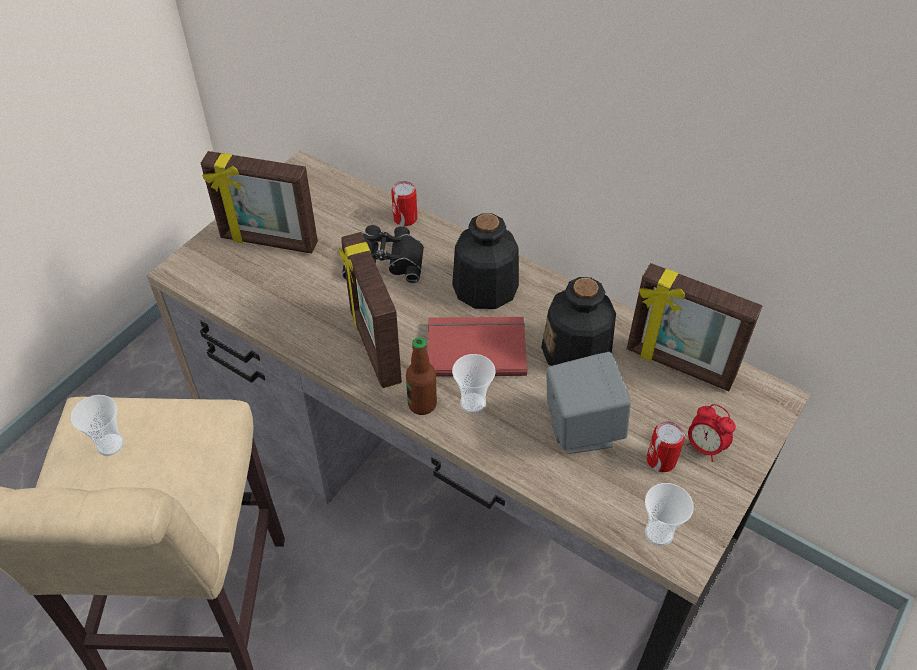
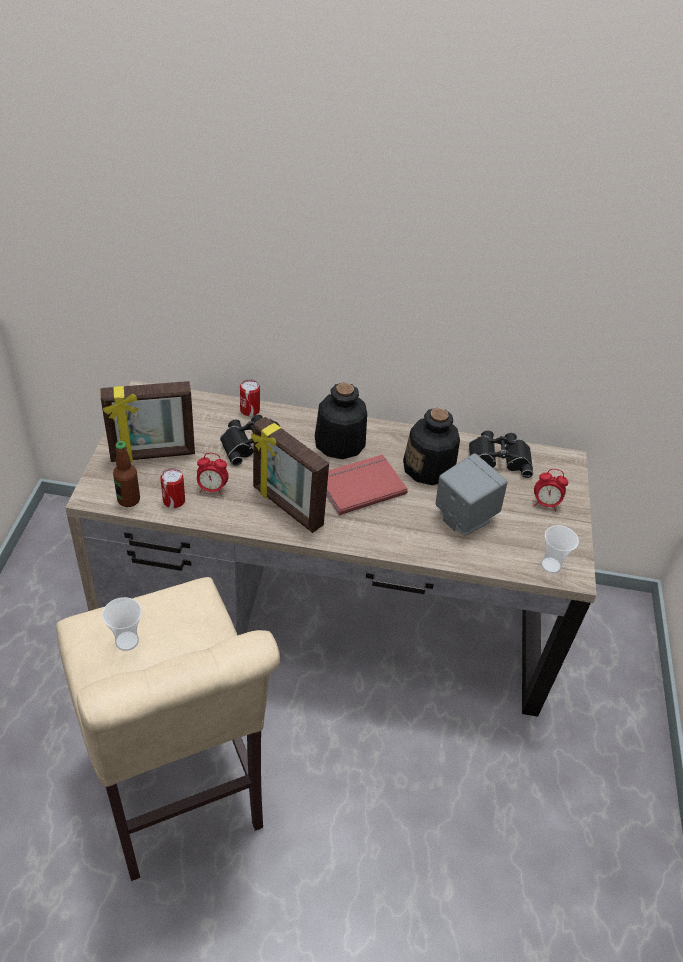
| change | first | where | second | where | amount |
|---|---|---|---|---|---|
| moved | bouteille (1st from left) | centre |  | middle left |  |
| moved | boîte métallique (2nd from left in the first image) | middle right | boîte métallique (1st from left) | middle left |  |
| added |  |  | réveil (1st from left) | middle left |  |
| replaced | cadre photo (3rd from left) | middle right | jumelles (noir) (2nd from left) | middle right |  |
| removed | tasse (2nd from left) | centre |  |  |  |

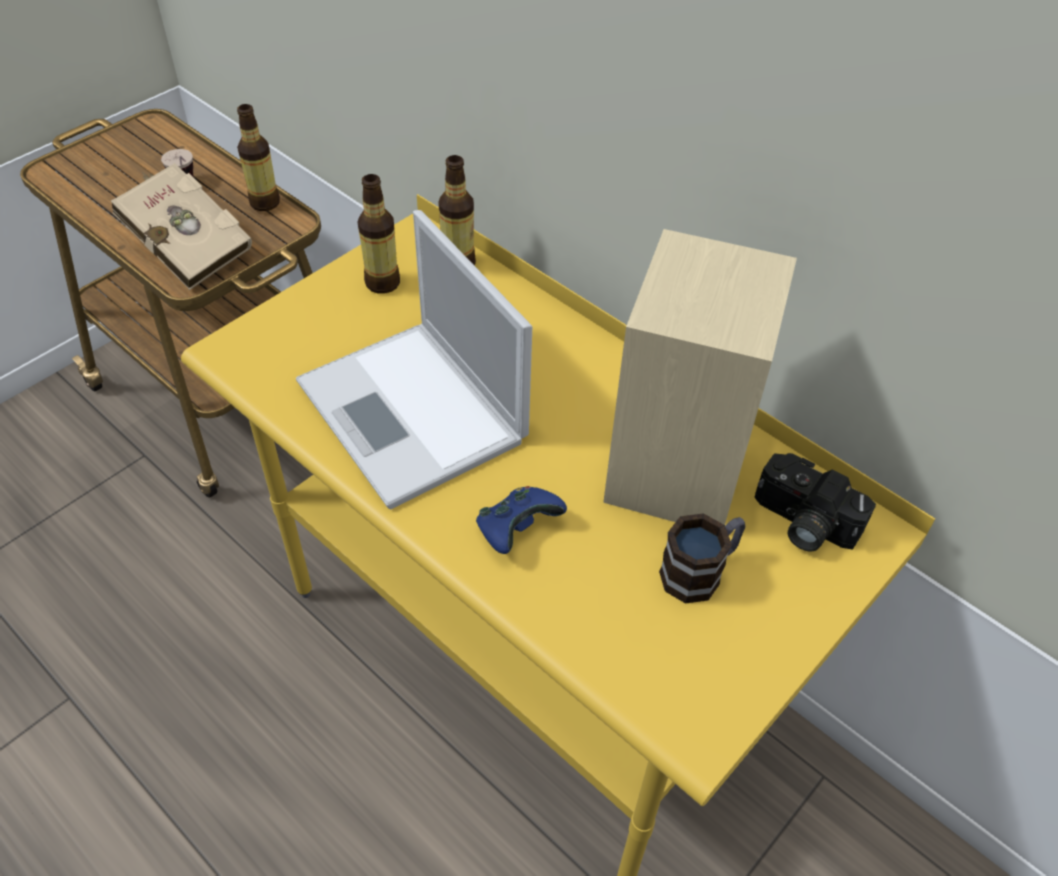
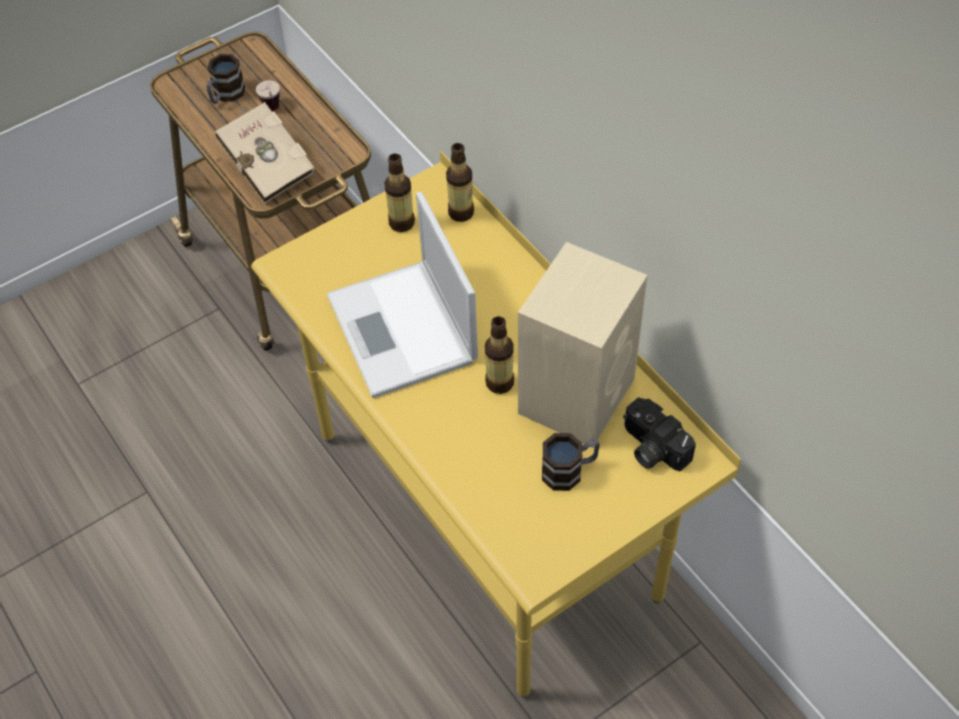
| change | first | where | second | where | amount |
|---|---|---|---|---|---|
| added |  |  | mug (1st from left) | top left |  |
| moved | bouteille (1st from left in the first image) | top left | bouteille (3rd from left) | centre |  |
| removed | manette (bleu) | centre |  |  |  |

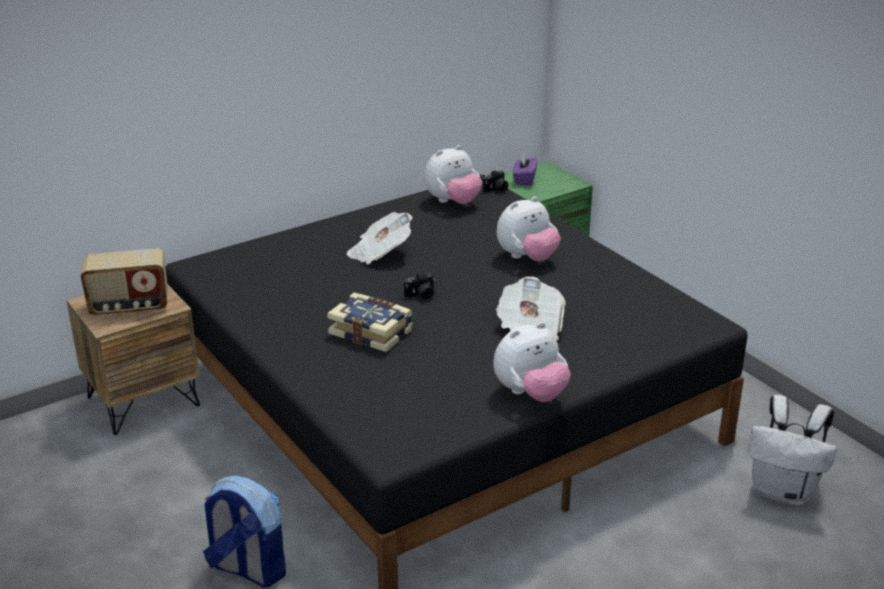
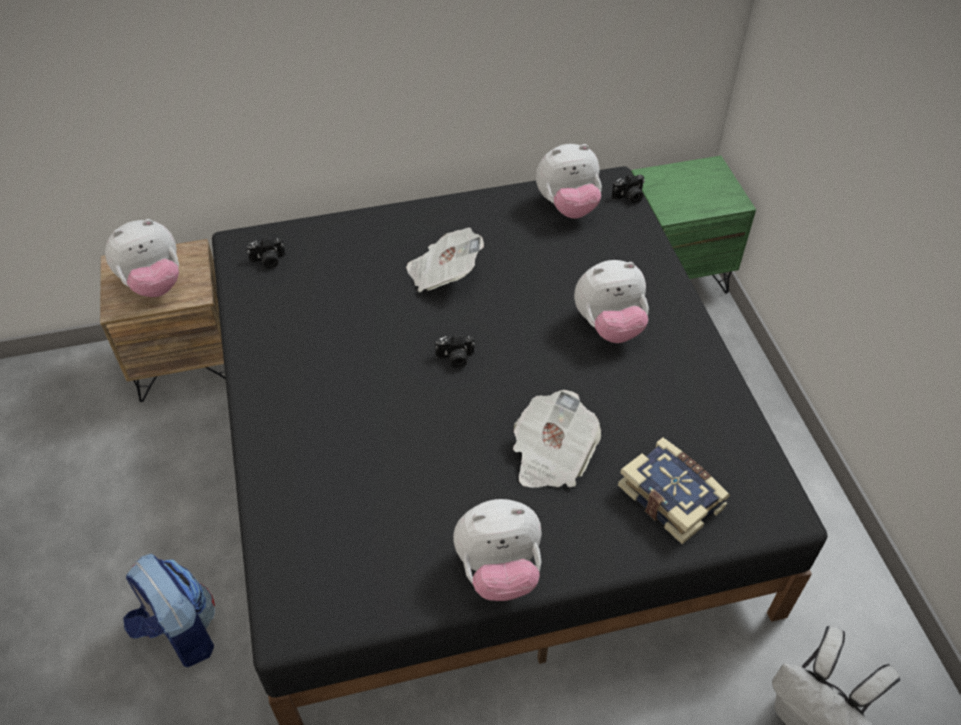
| change | first | where | second | where | amount |
|---|---|---|---|---|---|
| replaced | radio | middle left | peluche (1st from left) | middle left |  |
| added |  |  | appareil photo (1st from left) | middle left |  |
| moved | livre | centre |  | bottom right |  |
| removed | boîte à mouchoirs (violet) | top centre |  |  |  |

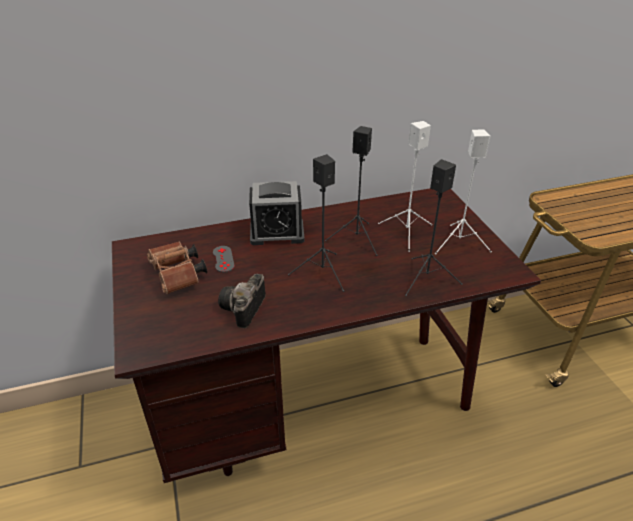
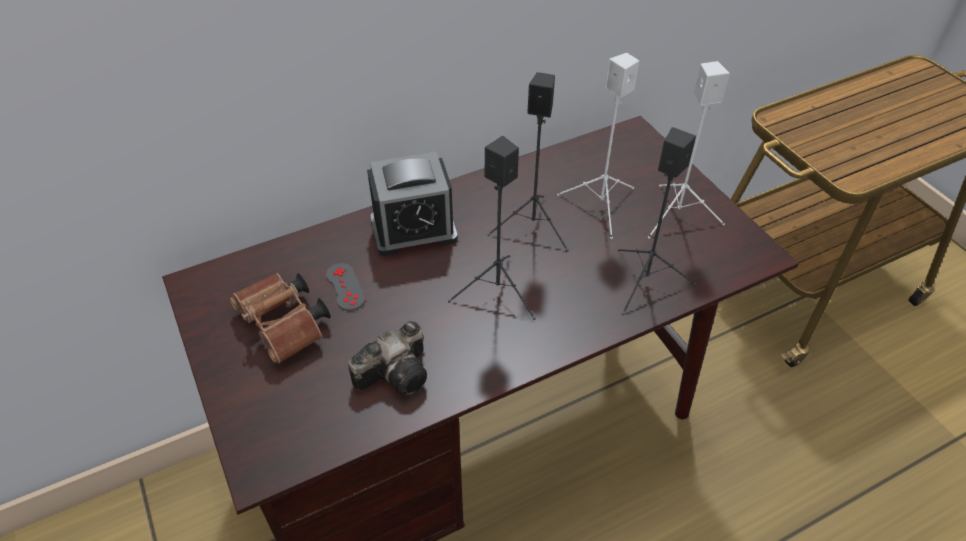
| change | first | where | second | where | amount |
|---|---|---|---|---|---|
| turned | appareil photo | centre |  | centre | 135 degrees counterclockwise |

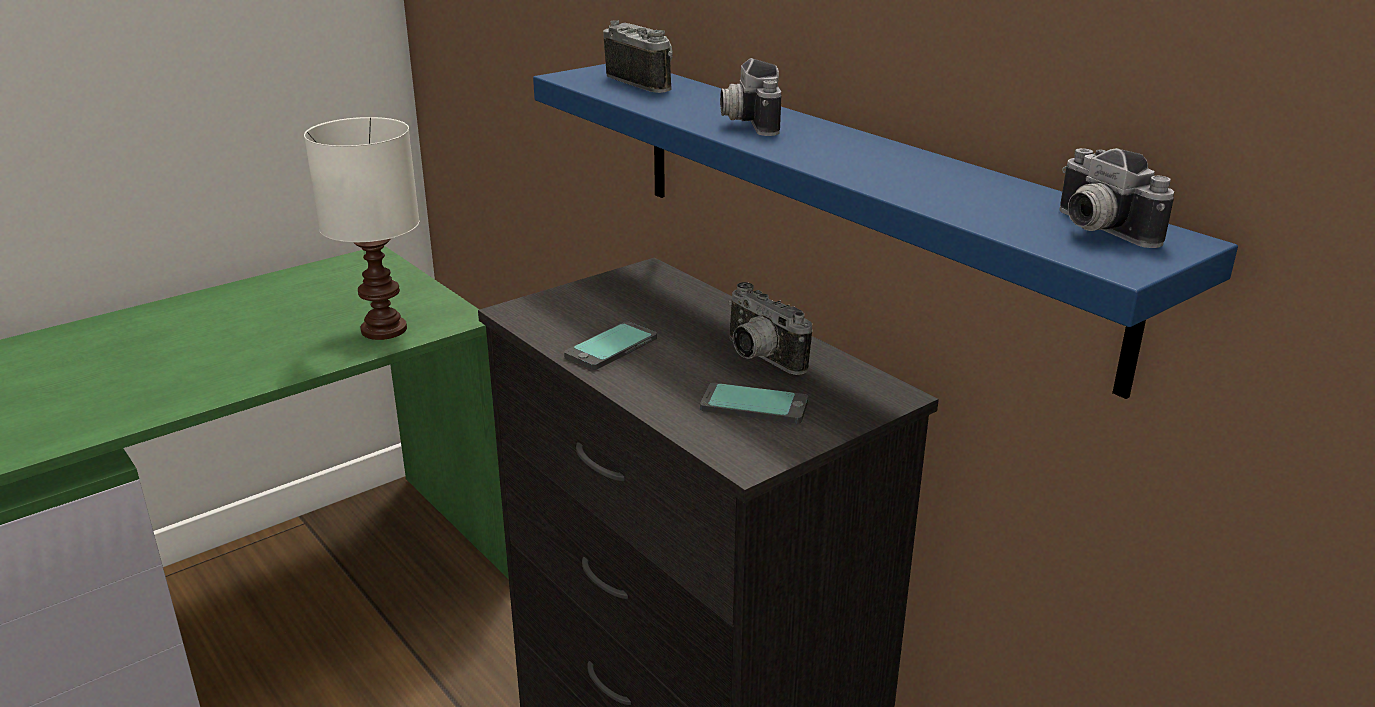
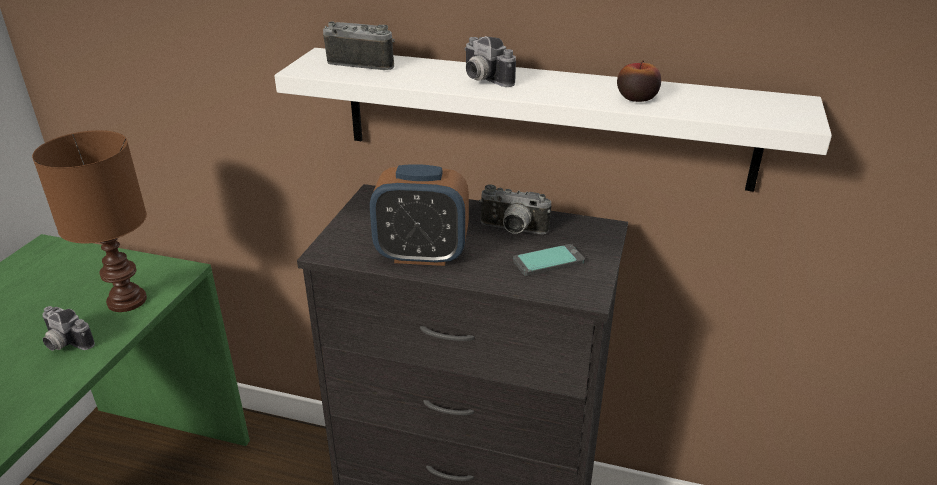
| change | first | where | second | where | amount |
|---|---|---|---|---|---|
| recoloured | lampe de table (blanc) | top left | lampe de table (marron) | middle left |  |
| moved | appareil photo (4th from left in the first image) | top right | appareil photo (1st from left) | bottom left |  |
| recoloured | étagère (bleu) | top centre | étagère (blanc) | top centre |  |
| replaced | téléphone (1st from left) | centre | réveil | centre |  |
| added |  |  | pomme | top right |  |

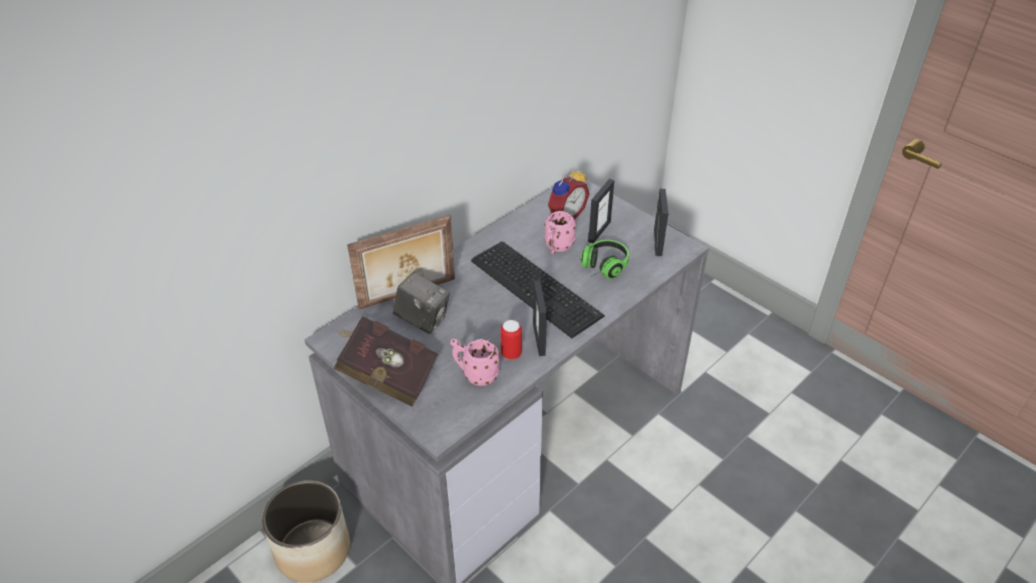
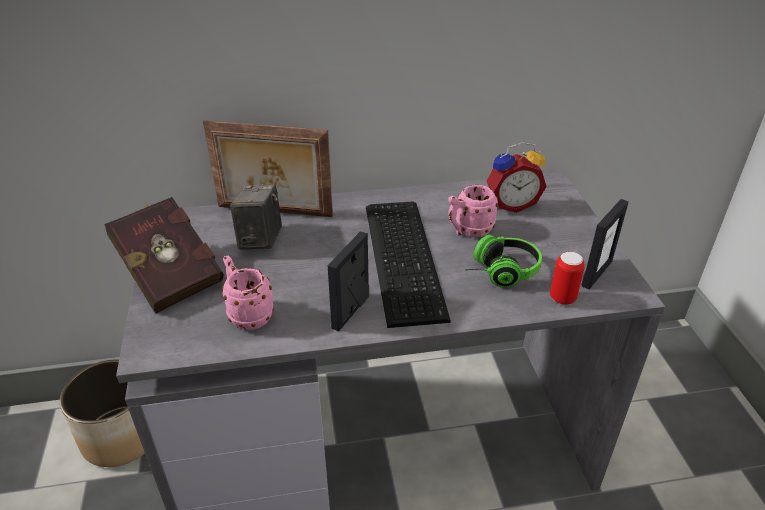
| change | first | where | second | where | amount |
|---|---|---|---|---|---|
| turned | appareil photo | centre |  | centre | 150 degrees counterclockwise |
| moved | boîte métallique | centre |  | middle right |  |
| removed | cadre photo (3rd from left) | centre |  |  |  |

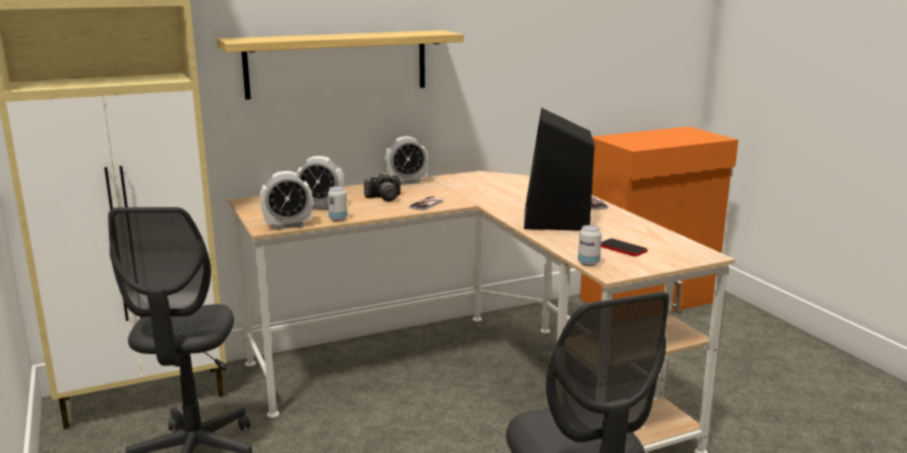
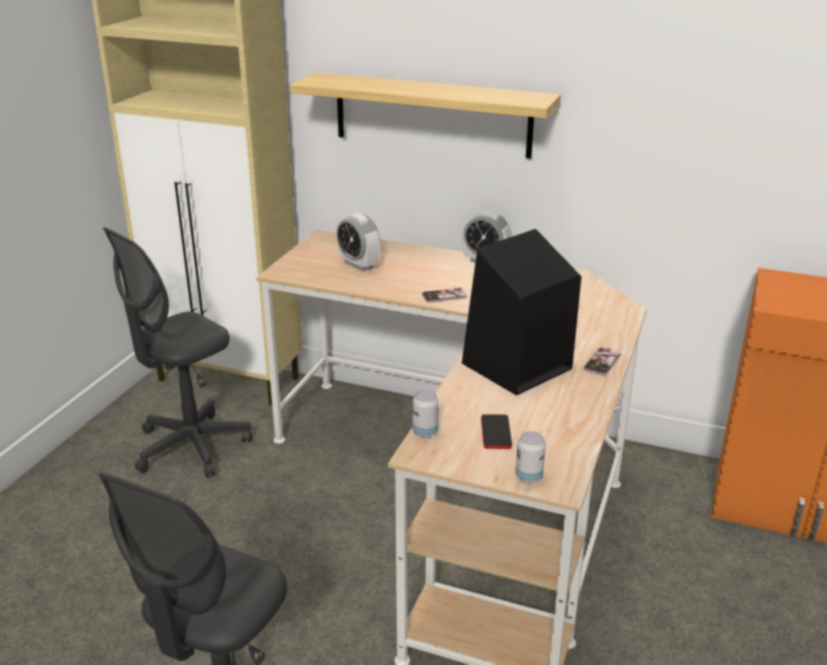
| change | first | where | second | where | amount |
|---|---|---|---|---|---|
| moved | boîte métallique (1st from left in the first image) | centre | boîte métallique (2nd from left) | bottom centre |  |
| removed | réveil (1st from left) | middle left |  |  |  |
| removed | appareil photo | centre |  |  |  |

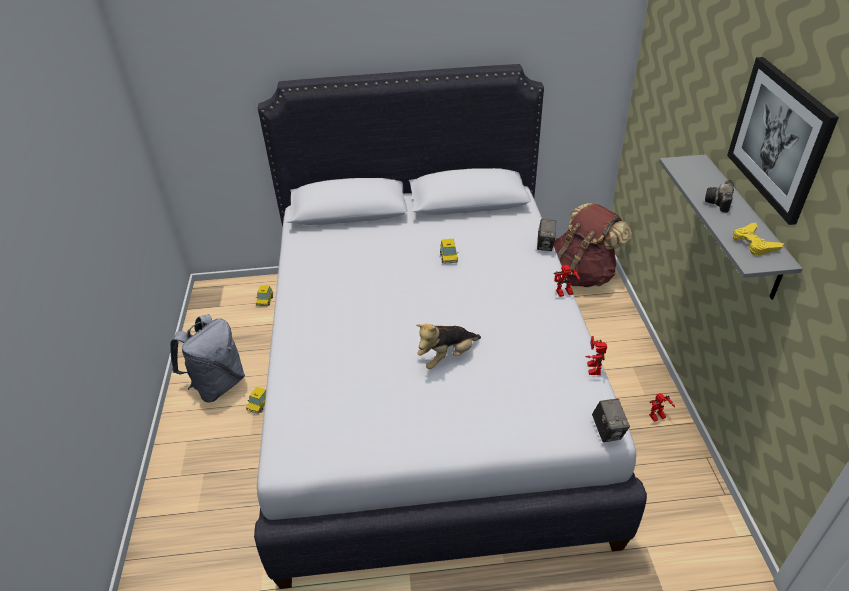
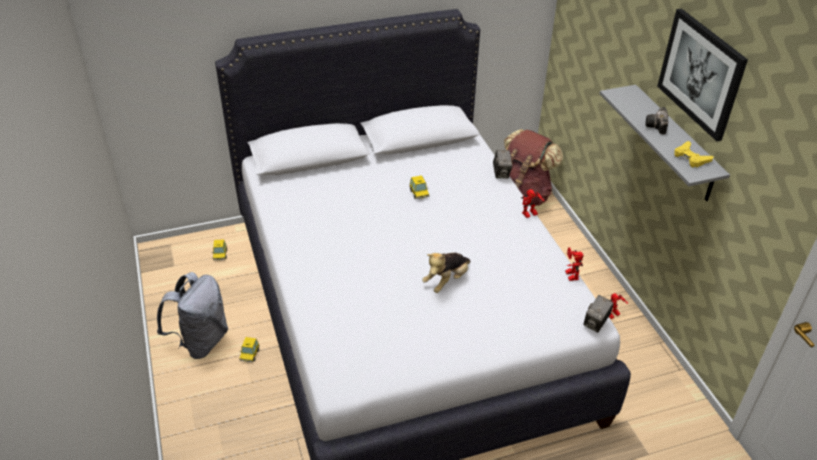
| change | first | where | second | where | amount |
|---|---|---|---|---|---|
| turned | appareil photo (2nd from left) | bottom right |  | bottom right | 60 degrees clockwise |

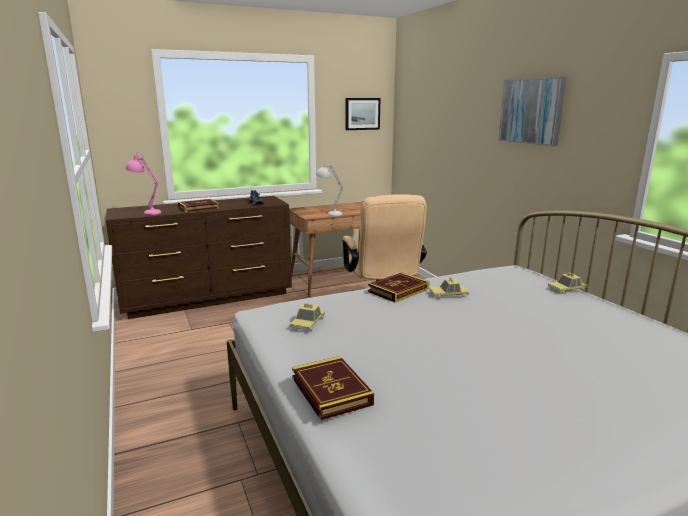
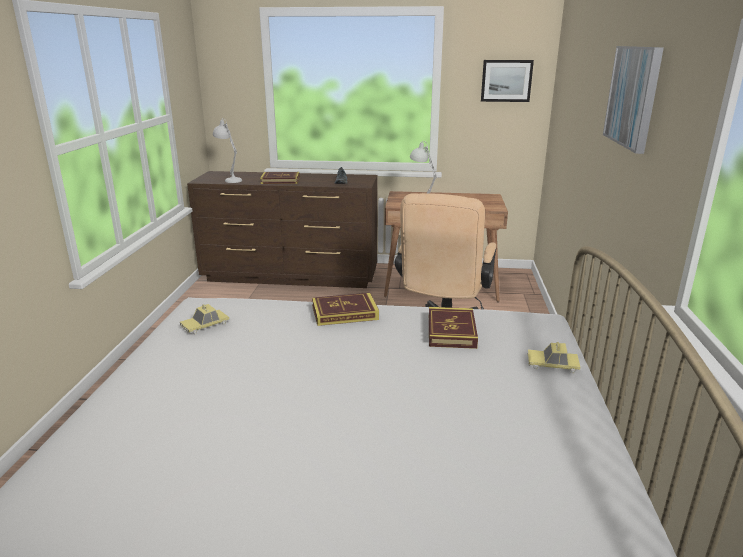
| change | first | where | second | where | amount |
|---|---|---|---|---|---|
| recoloured | lampe de table (rose) | middle left | lampe de table (blanc) (1st from left) | top left |  |
| moved | livre (2nd from left in the first image) | bottom centre | livre (3rd from left) | centre |  |
| removed | petite voiture (2nd from left) | centre |  |  |  |

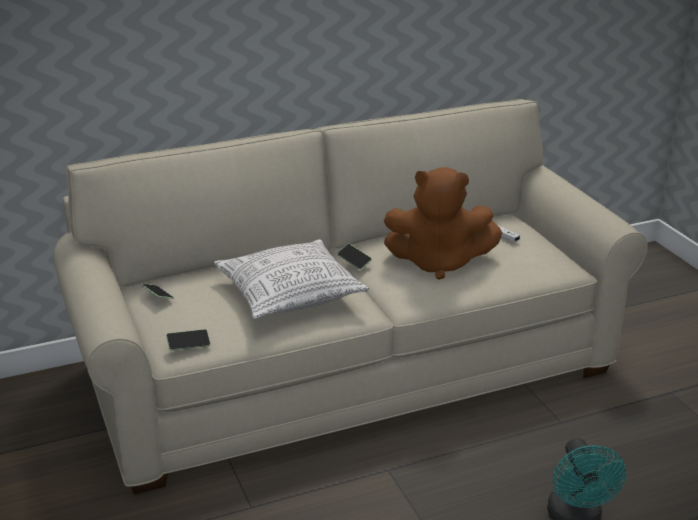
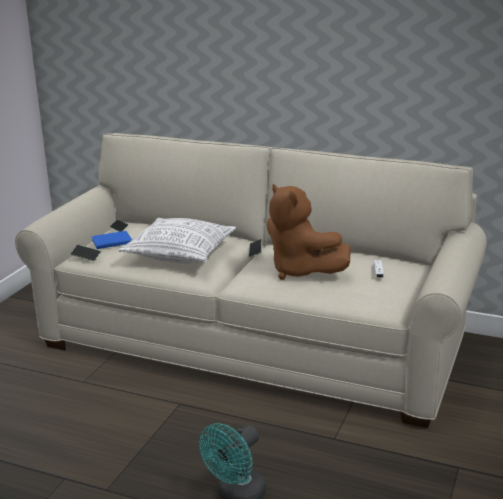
| change | first | where | second | where | amount |
|---|---|---|---|---|---|
| added |  |  | livre (bleu) | middle left |  |

